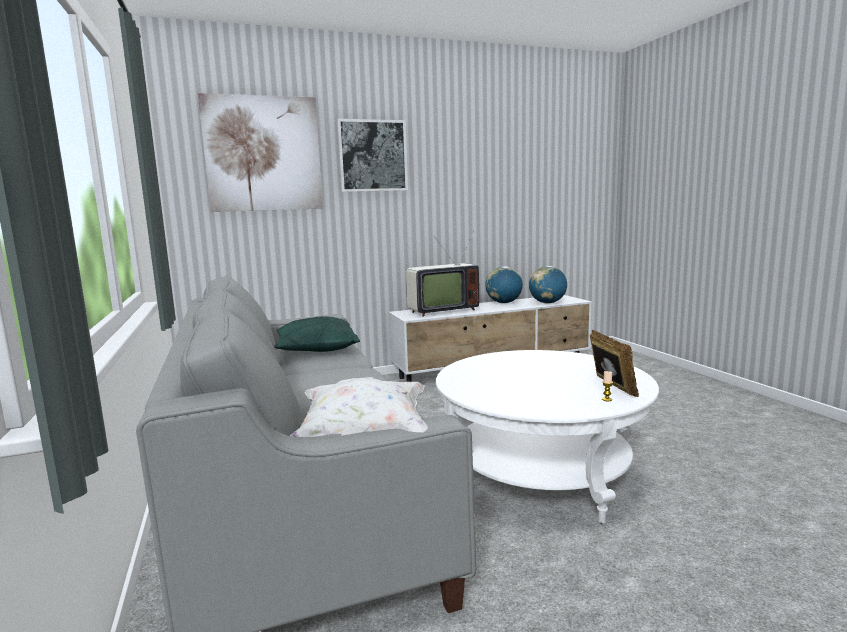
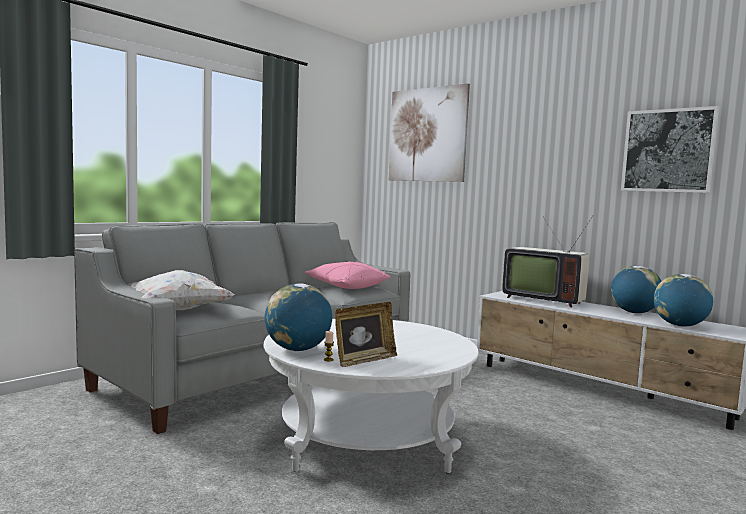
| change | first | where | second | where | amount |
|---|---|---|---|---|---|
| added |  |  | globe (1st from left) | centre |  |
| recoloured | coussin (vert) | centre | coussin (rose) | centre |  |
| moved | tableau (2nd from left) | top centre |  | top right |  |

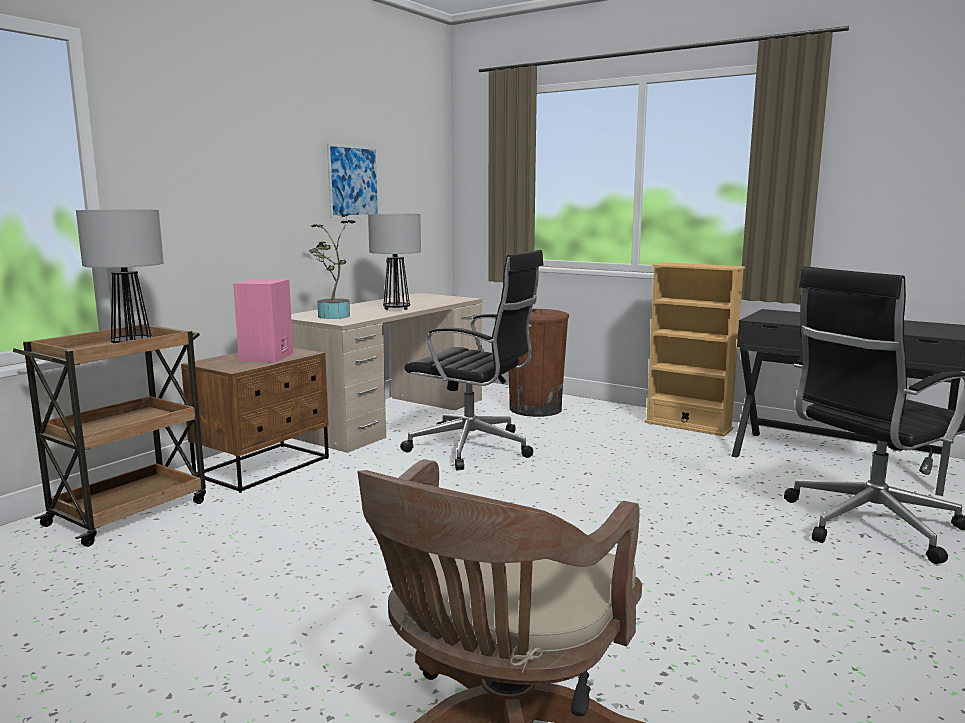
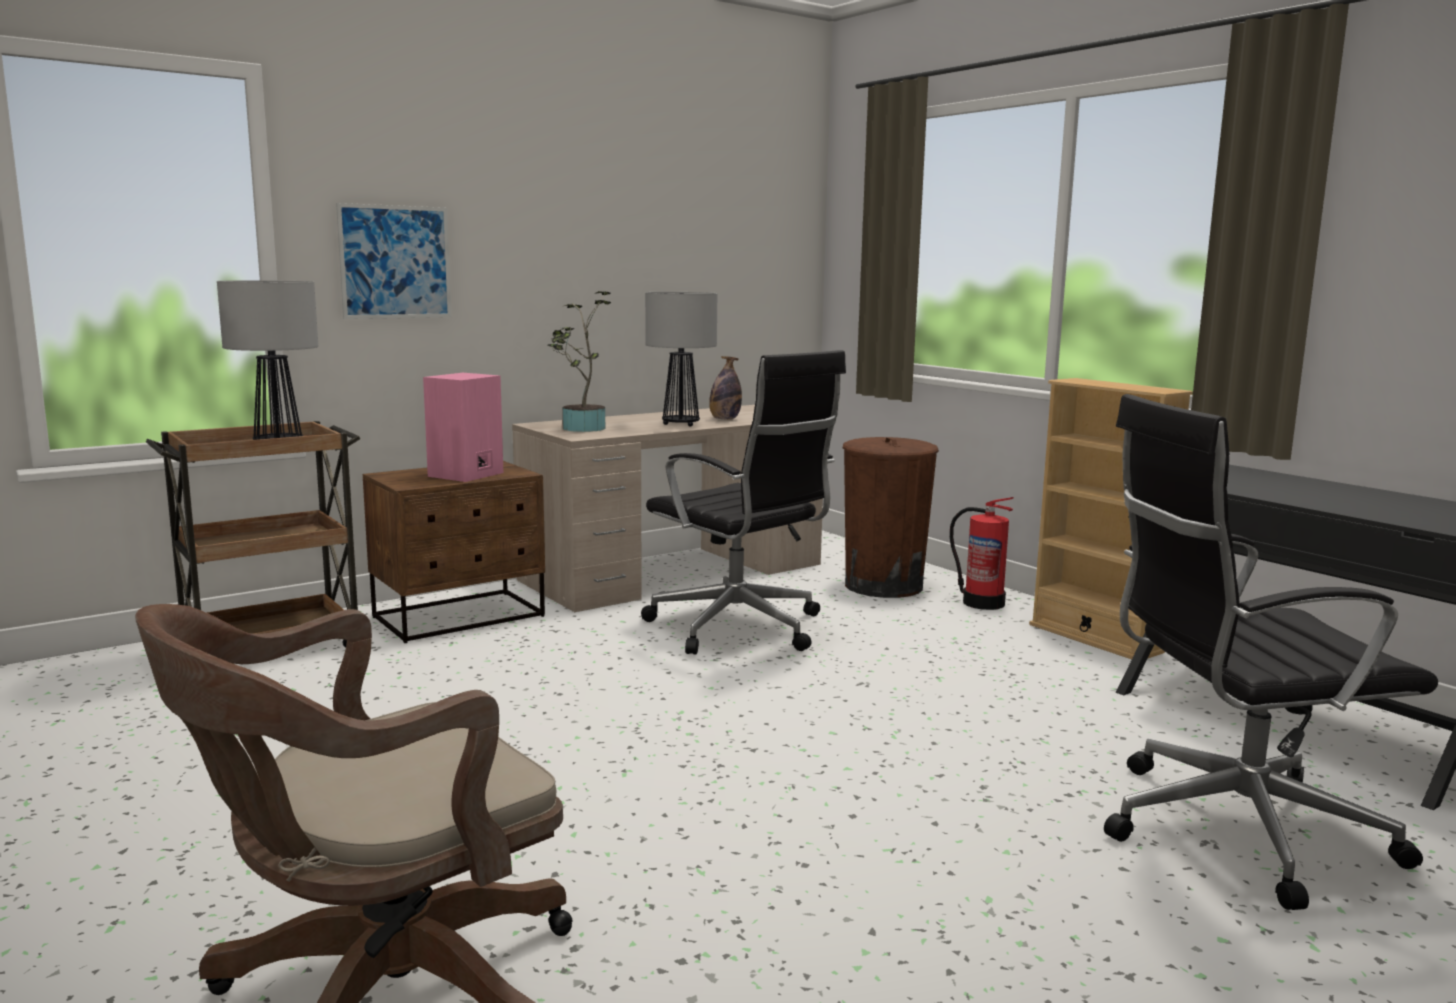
| change | first | where | second | where | amount |
|---|---|---|---|---|---|
| moved | tableau | top centre |  | top left |  |
| added |  |  | bouteille | centre |  |
| added |  |  | extincteur | middle right |  |

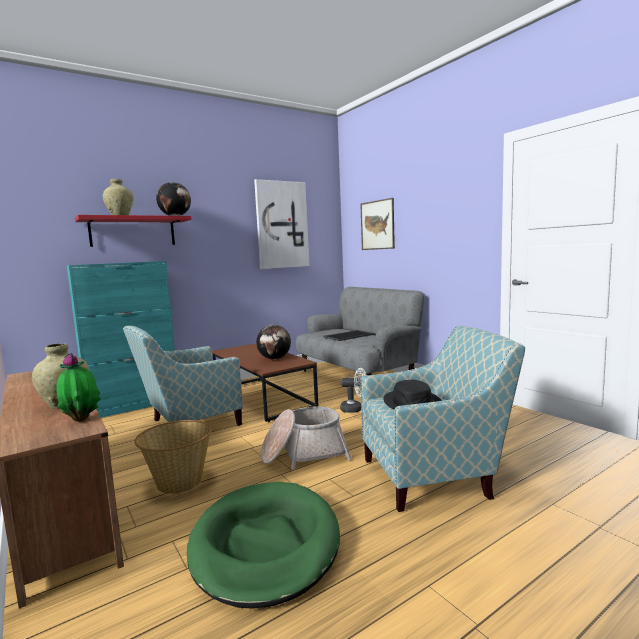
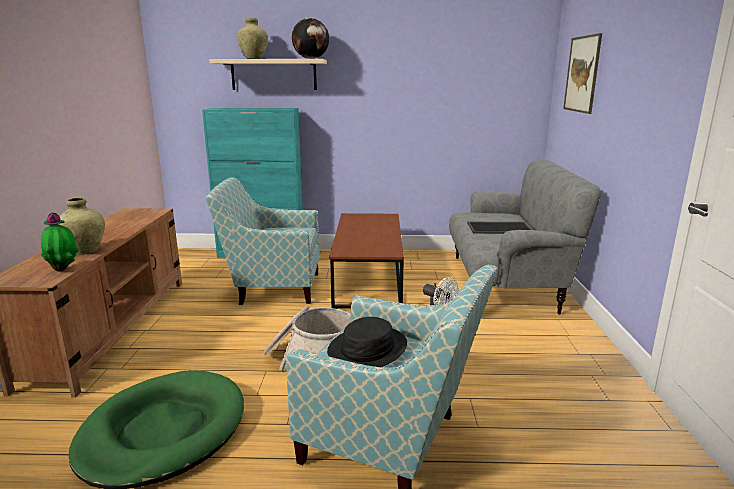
| change | first | where | second | where | amount |
|---|---|---|---|---|---|
| recoloured | étagère (rouge) | middle left | étagère (beige) | top centre |  |
| removed | panier (1st from left) | bottom left |  |  |  |
| removed | tableau (1st from left) | centre |  |  |  |
| removed | globe (2nd from left) | centre |  |  |  |

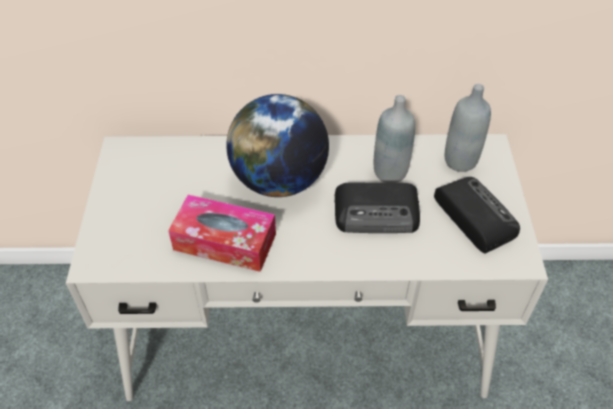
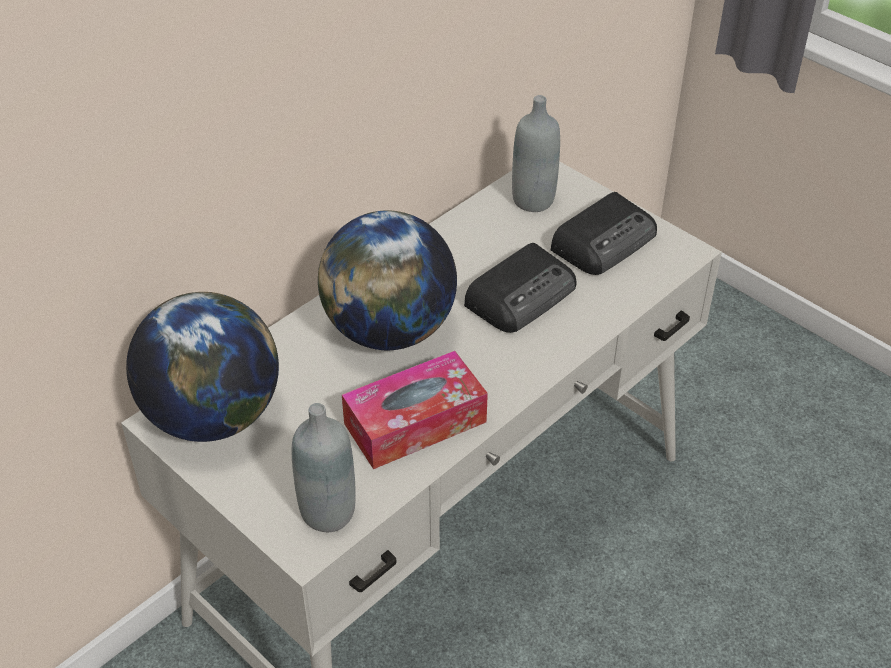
| change | first | where | second | where | amount |
|---|---|---|---|---|---|
| added |  |  | globe (1st from left) | middle left |  |
| moved | bouteille (gris) (1st from left) | centre |  | bottom centre |  |
| turned | radio (2nd from left) | middle right |  | middle right | 120 degrees clockwise |

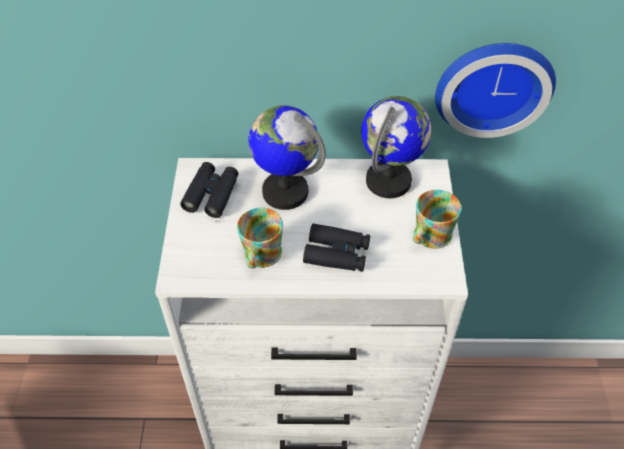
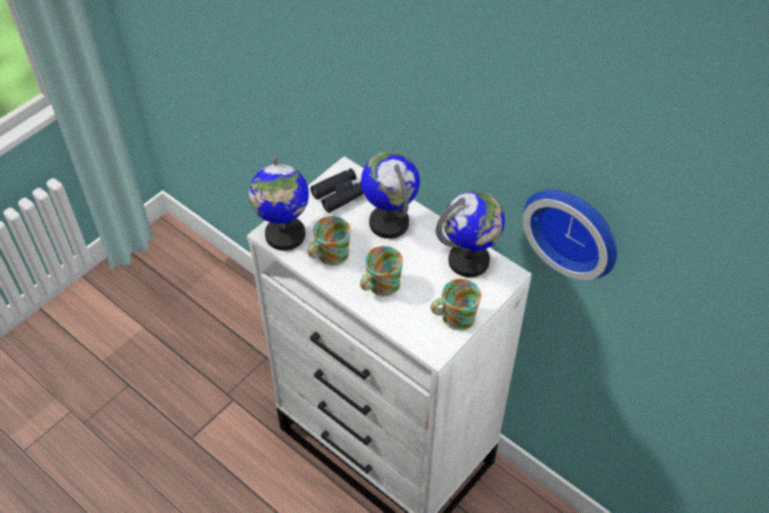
| change | first | where | second | where | amount |
|---|---|---|---|---|---|
| added |  |  | globe (1st from left) | centre |  |
| replaced | jumelles (noir) (2nd from left) | centre | mug (2nd from left) | centre |  |

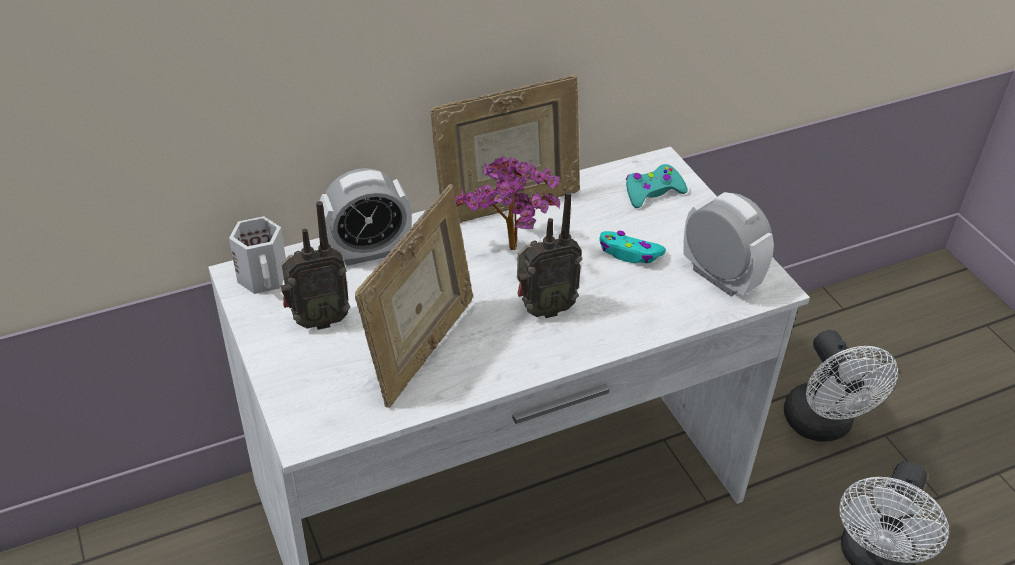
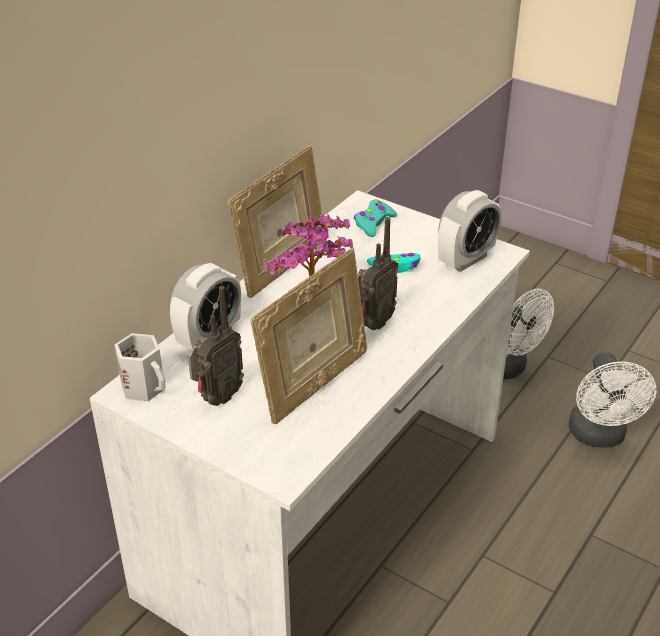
| change | first | where | second | where | amount |
|---|---|---|---|---|---|
| turned | cadre photo (1st from left in the first image) | centre | cadre photo (2nd from left) | centre | 45 degrees clockwise |
| turned | réveil (2nd from left) | middle right |  | middle right | 120 degrees clockwise |

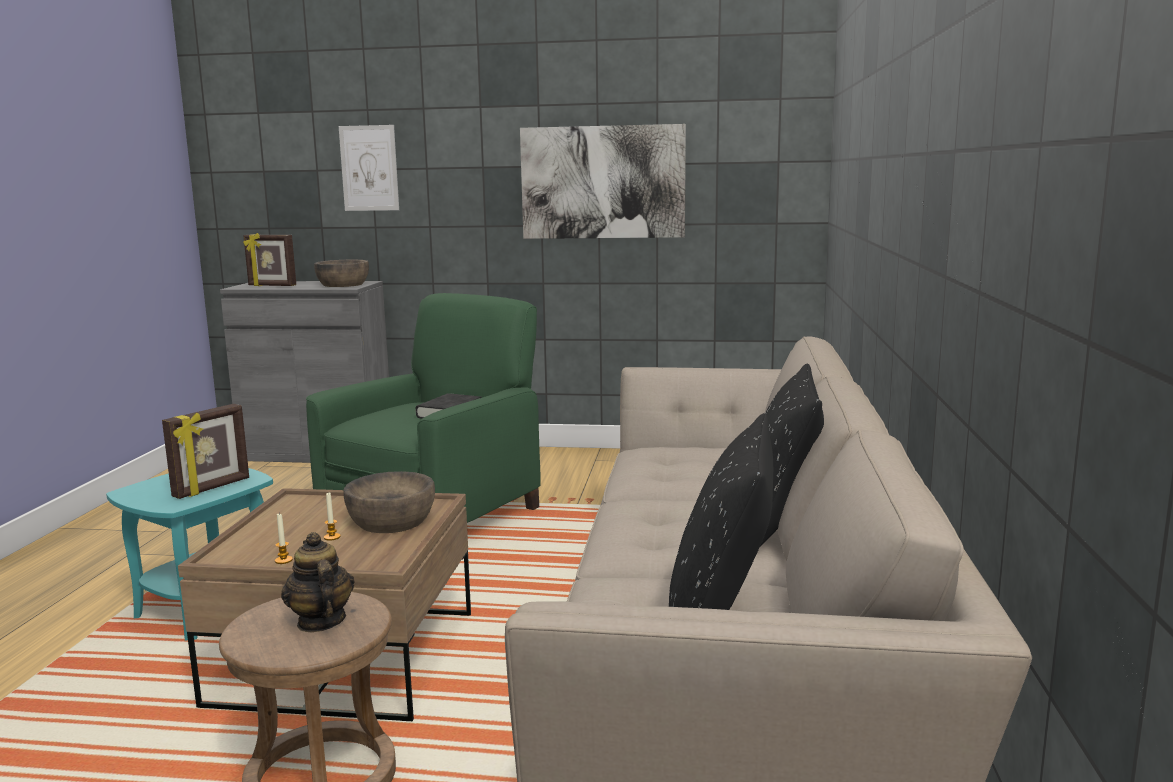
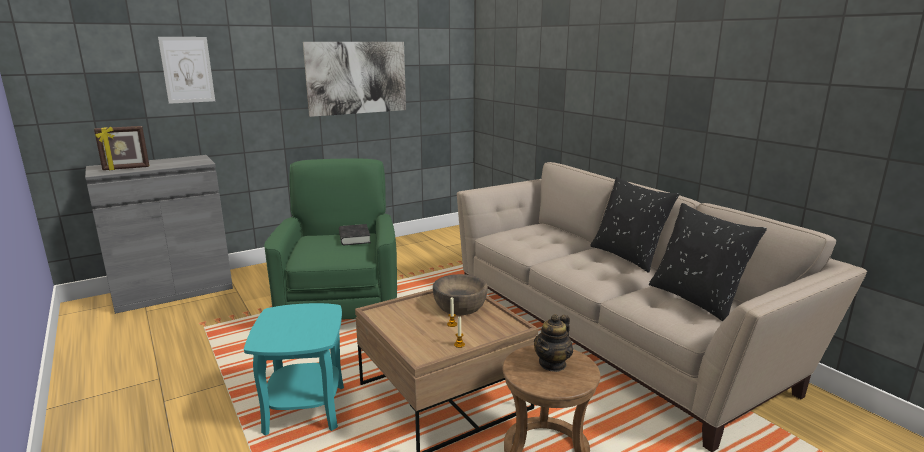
| change | first | where | second | where | amount |
|---|---|---|---|---|---|
| turned | théière | bottom left |  | bottom centre | 75 degrees counterclockwise |
| removed | cadre photo (1st from left) | middle left |  |  |  |
| removed | bol (marron) (1st from left) | middle left |  |  |  |

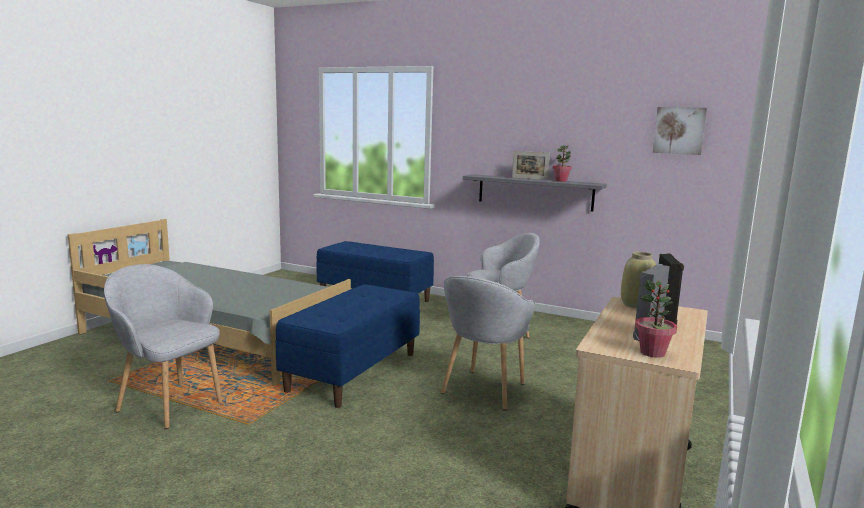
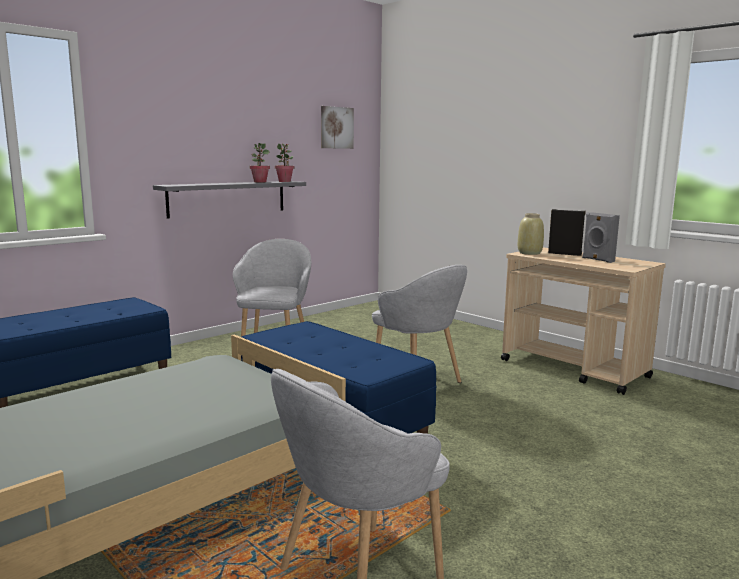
| change | first | where | second | where | amount |
|---|---|---|---|---|---|
| moved | plante en pot (2nd from left) | middle right |  | top centre |  |
| removed | cadre photo | top centre |  |  |  |

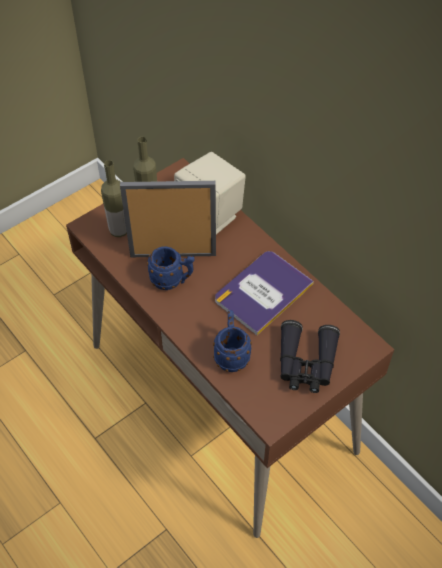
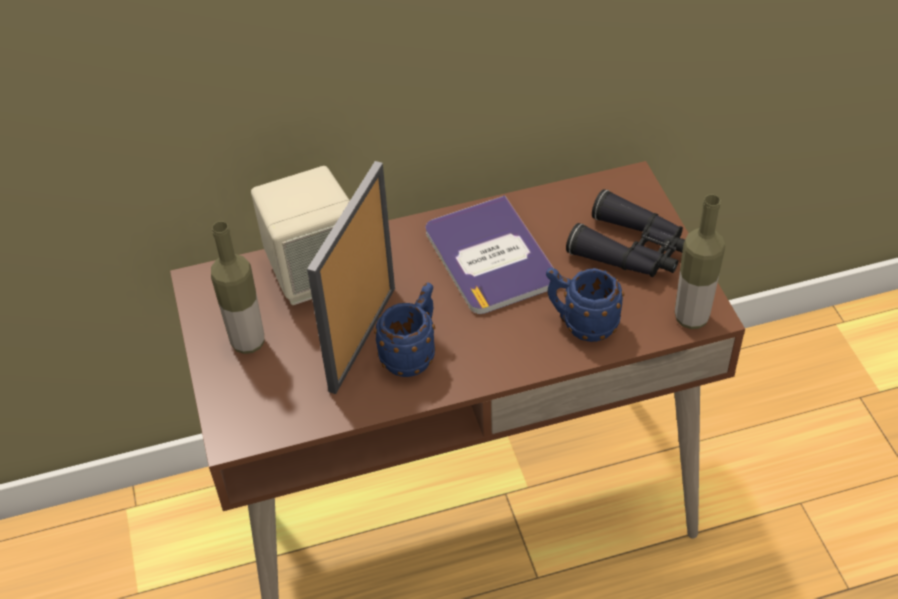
| change | first | where | second | where | amount |
|---|---|---|---|---|---|
| moved | bouteille (1st from left in the first image) | middle left | bouteille (2nd from left) | middle right |  |

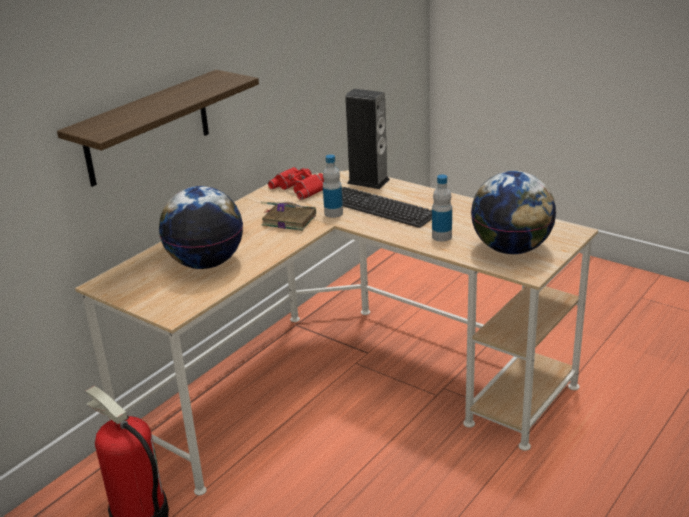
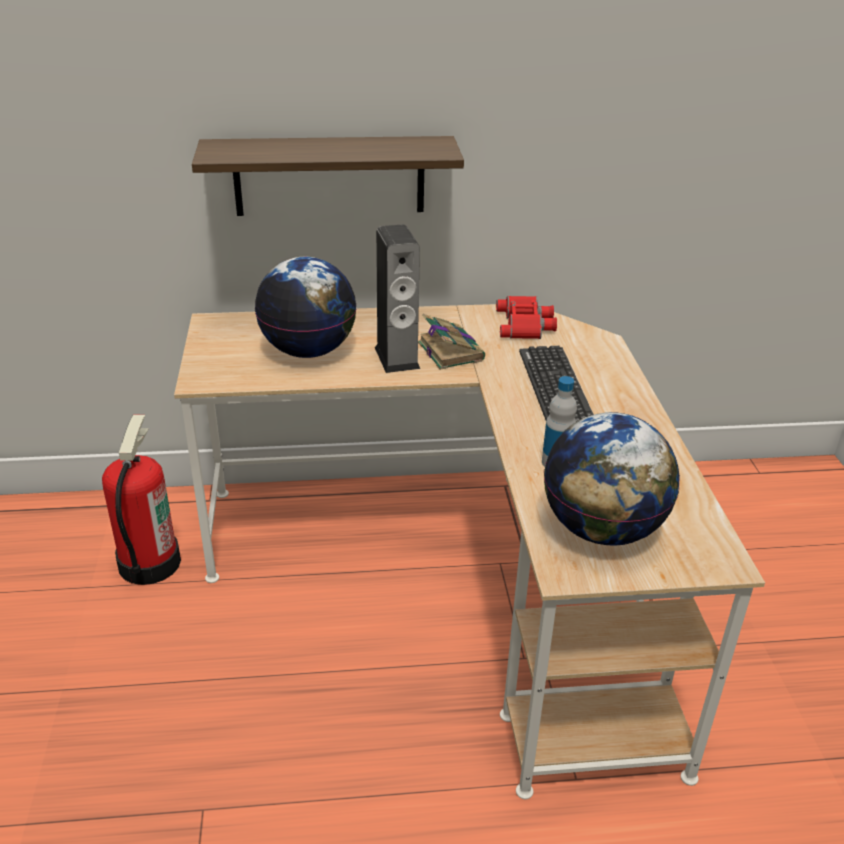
| change | first | where | second | where | amount |
|---|---|---|---|---|---|
| moved | enceinte | top centre |  | centre |  |
| removed | bouteille (1st from left) | centre |  |  |  |

